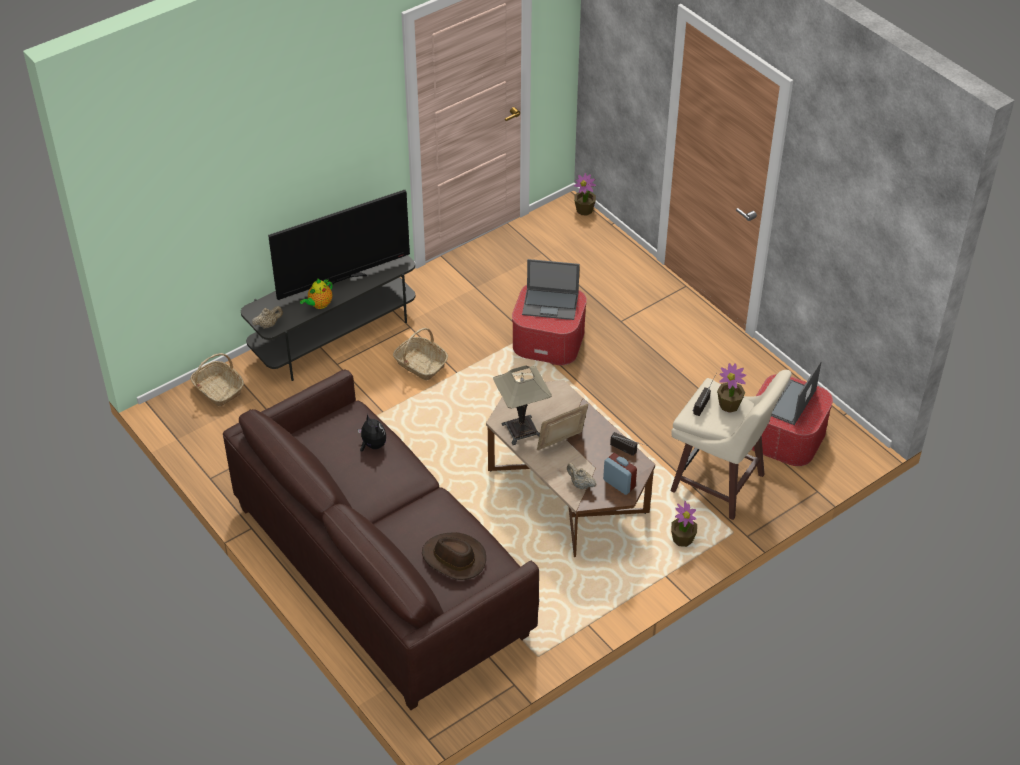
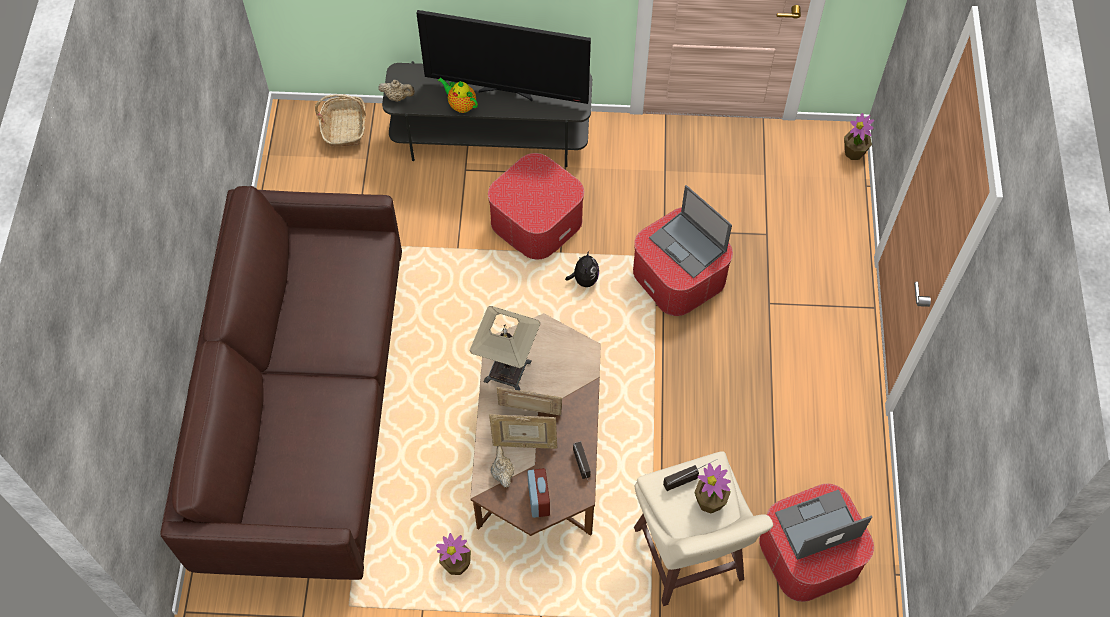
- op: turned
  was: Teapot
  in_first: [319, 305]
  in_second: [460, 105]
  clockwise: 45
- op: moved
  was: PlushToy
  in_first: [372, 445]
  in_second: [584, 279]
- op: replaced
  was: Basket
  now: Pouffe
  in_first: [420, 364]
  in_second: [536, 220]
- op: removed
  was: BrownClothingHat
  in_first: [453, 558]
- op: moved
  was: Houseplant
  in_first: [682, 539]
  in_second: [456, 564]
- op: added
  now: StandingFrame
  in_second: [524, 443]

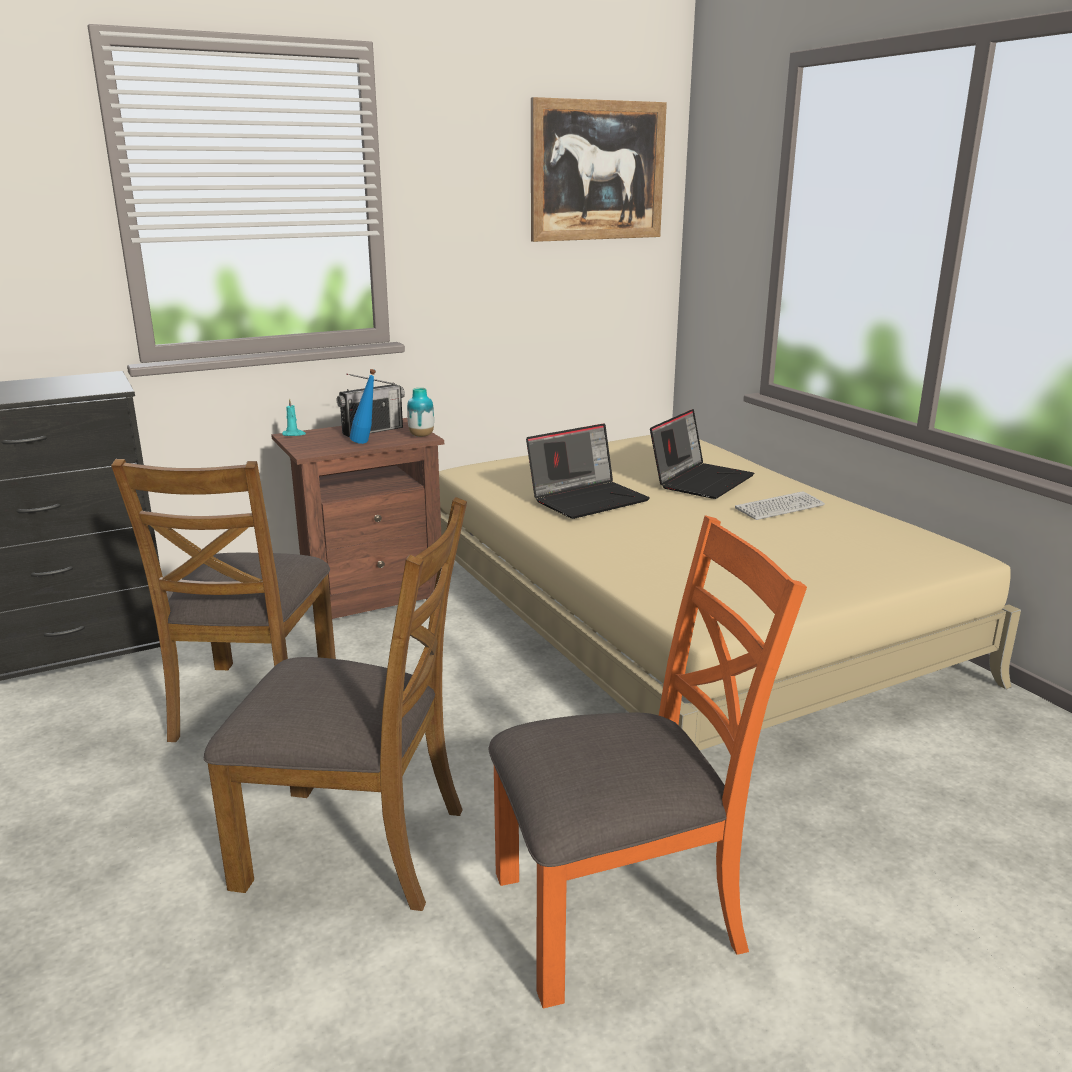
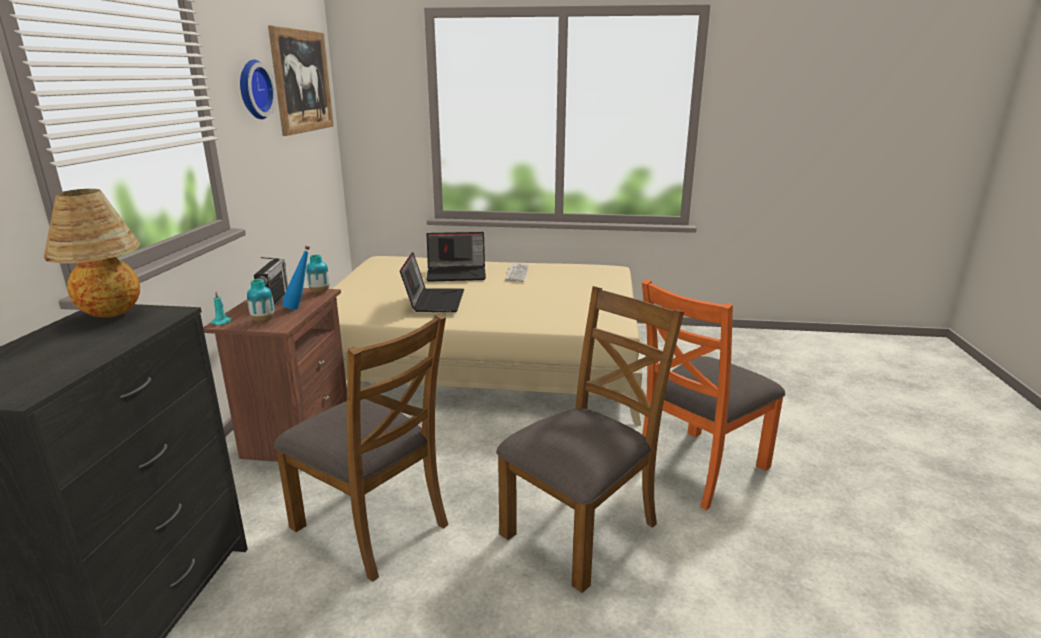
- op: turned
  was: OrangeyChair
  in_first: [620, 912]
  in_second: [699, 467]
  clockwise: -150
- op: turned
  was: NotebookComputer
  in_first: [701, 480]
  in_second: [457, 274]
  clockwise: 105
- op: added
  now: TabletopLamp
  in_second: [110, 316]
- op: added
  now: ClockOnTheWall
  in_second: [253, 89]
- op: added
  now: Vase
  in_second: [263, 321]

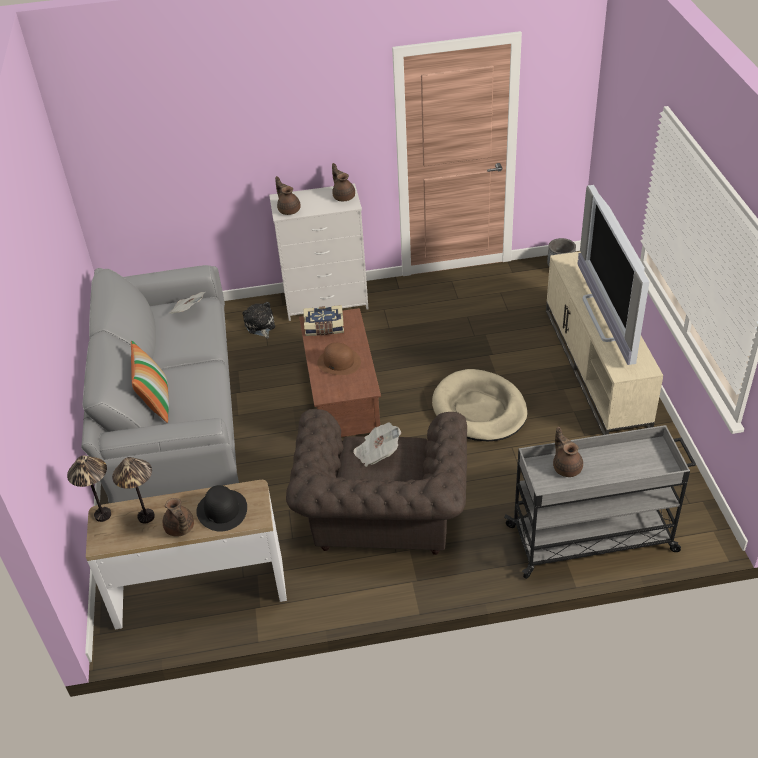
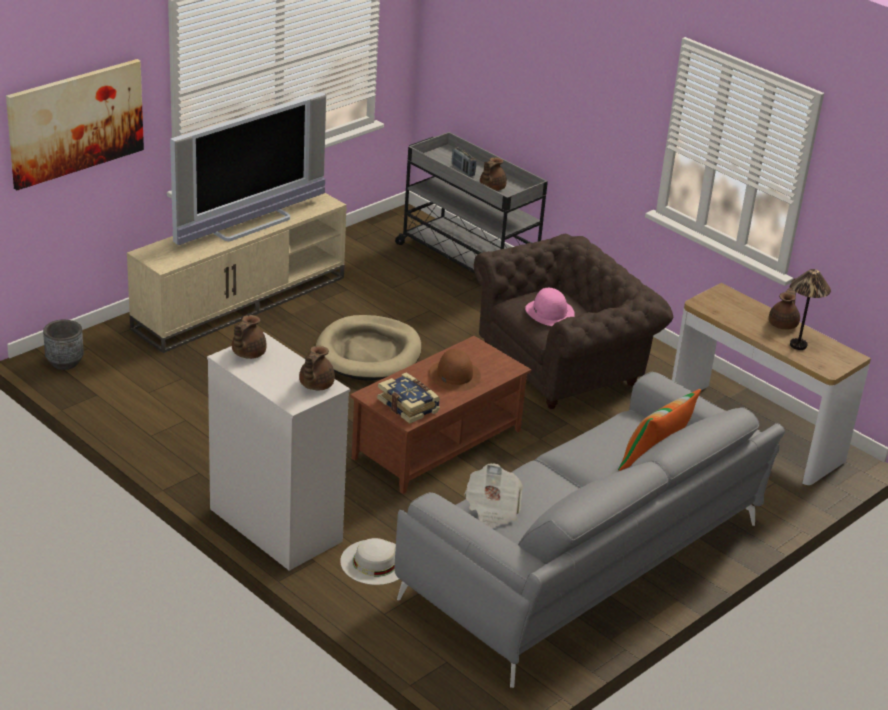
- op: removed
  was: TabletopLamp
  in_first: [103, 515]
- op: removed
  was: BlackishClothingHat
  in_first: [222, 510]
- op: replaced
  was: PlushToy
  now: WhitishClothingHat
  in_first: [260, 326]
  in_second: [375, 562]
- op: replaced
  was: DailyPaper
  now: PinkishClothingHat
  in_first: [377, 453]
  in_second: [549, 312]
- op: added
  now: Picture
  in_second: [76, 122]
- op: added
  now: RadioReceiver
  in_second: [463, 170]

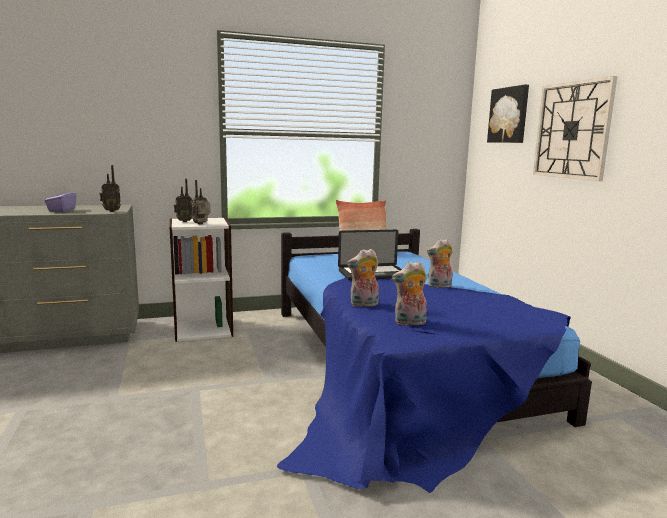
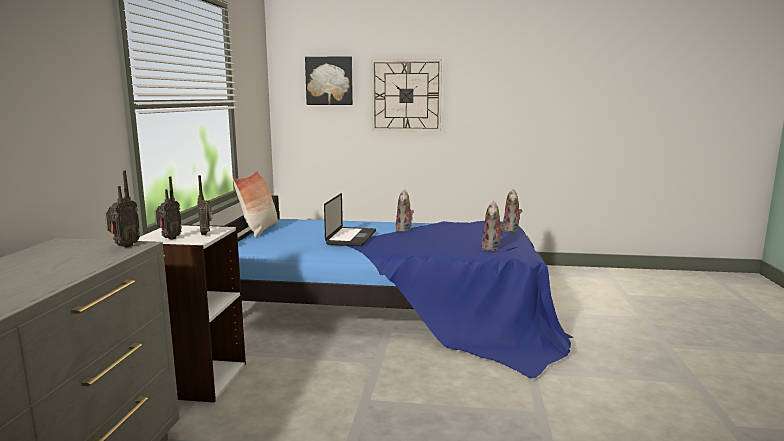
- op: removed
  was: PurplishTissueBox
  in_first: [61, 210]
- op: moved
  was: PlushToy
  in_first: [364, 305]
  in_second: [511, 230]

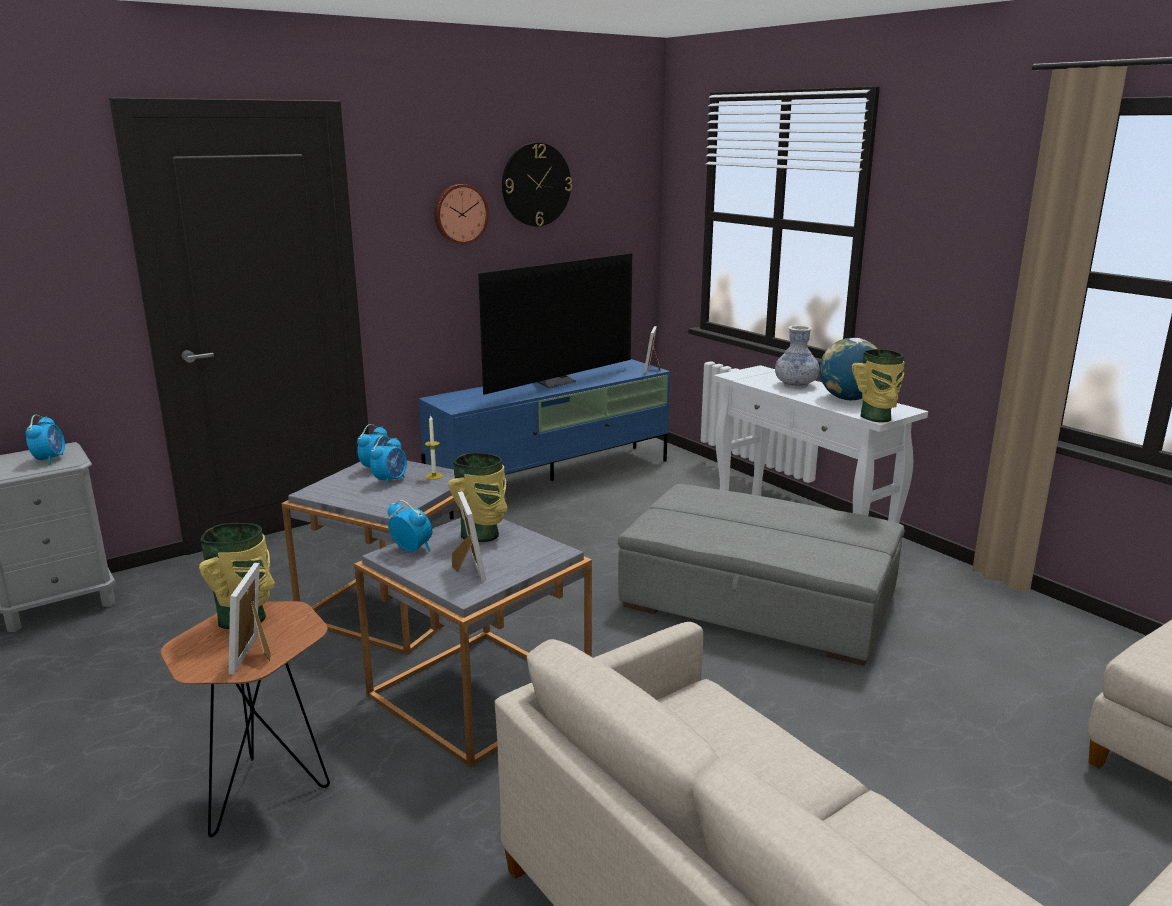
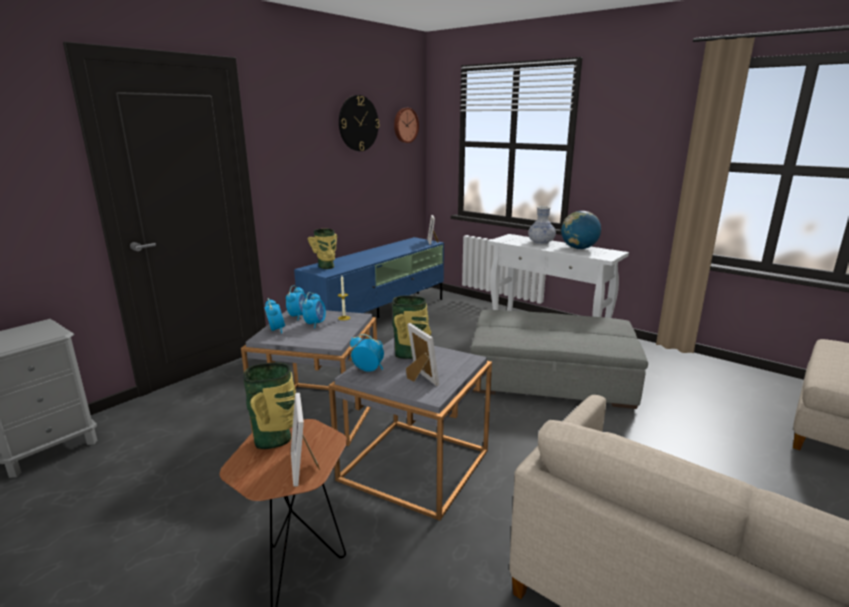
- op: moved
  was: TableClock
  in_first: [50, 459]
  in_second: [276, 330]
- op: moved
  was: ClockOnTheWall
  in_first: [460, 214]
  in_second: [405, 125]
- op: removed
  was: Tv
  in_first: [555, 382]
- op: moved
  was: Vase
  in_first: [877, 418]
  in_second: [326, 267]

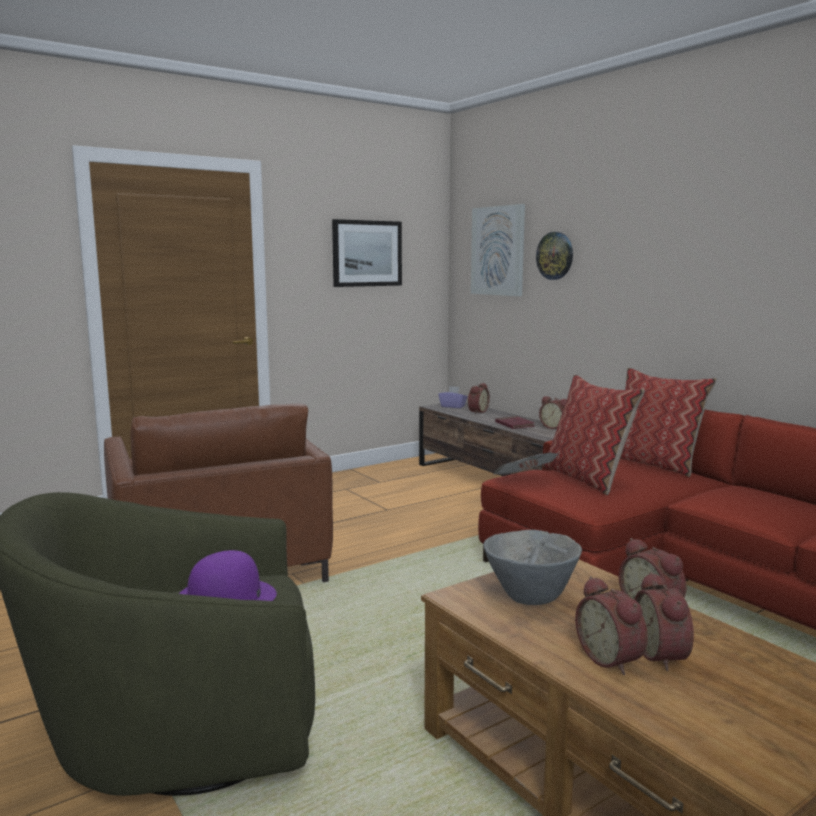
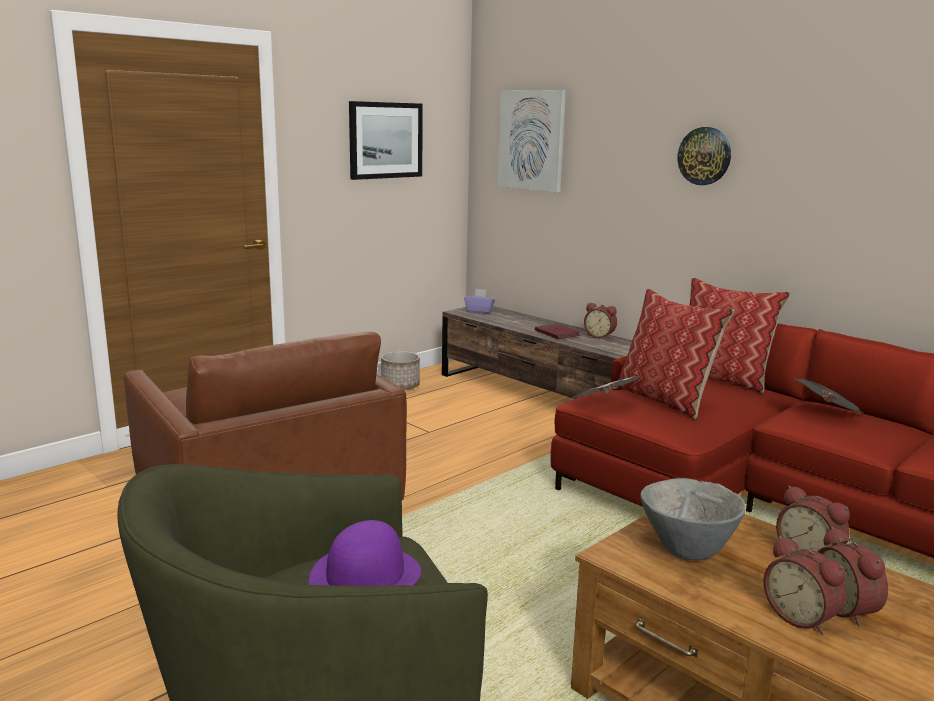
- op: removed
  was: TableClock
  in_first: [477, 412]
- op: moved
  was: ClockOnTheWall
  in_first: [555, 255]
  in_second: [704, 156]
- op: added
  now: FlowerPot
  in_second: [400, 386]
- op: added
  now: DailyPaper
  in_second: [828, 414]

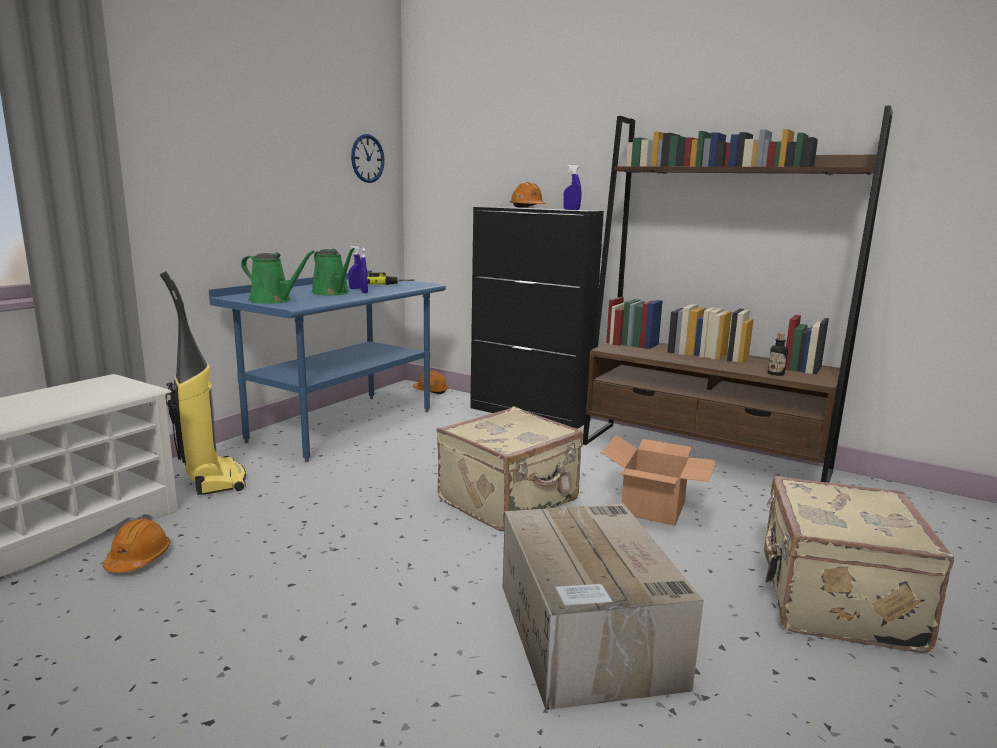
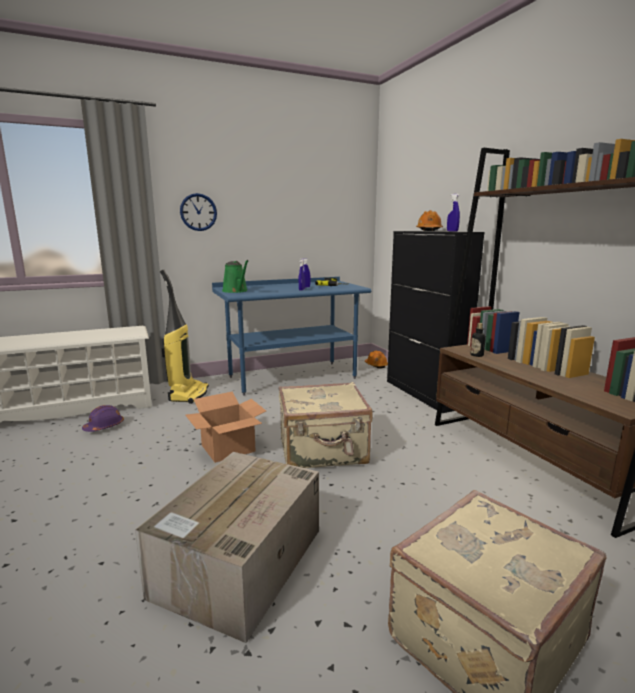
- op: recoloured
  was: OrangeySafetyHelmet
  now: PurplishSafetyHelmet
  in_first: [138, 559]
  in_second: [104, 427]
- op: removed
  was: GreenWateringPot
  in_first: [332, 293]
- op: moved
  was: ClockOnTheWall
  in_first: [367, 158]
  in_second: [198, 212]
- op: moved
  was: PackingBox
  in_first: [652, 507]
  in_second: [228, 448]
- op: moved
  was: BeverageBottle
  in_first: [775, 374]
  in_second: [476, 355]

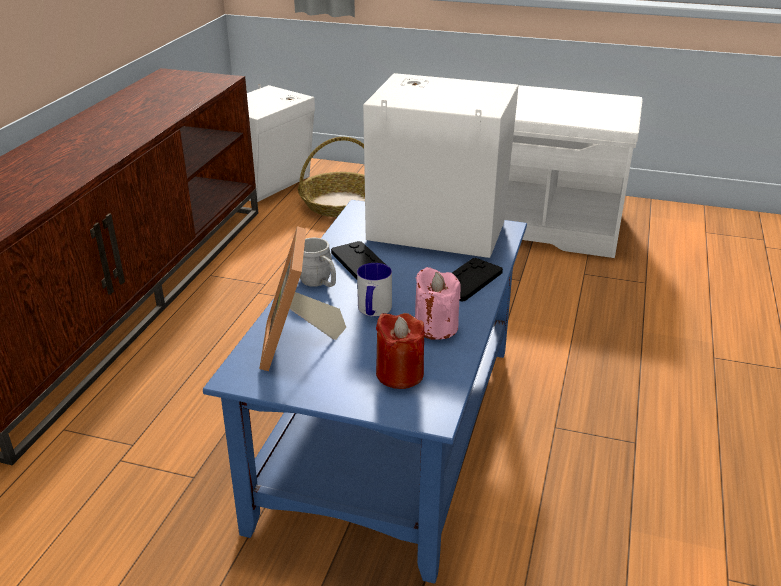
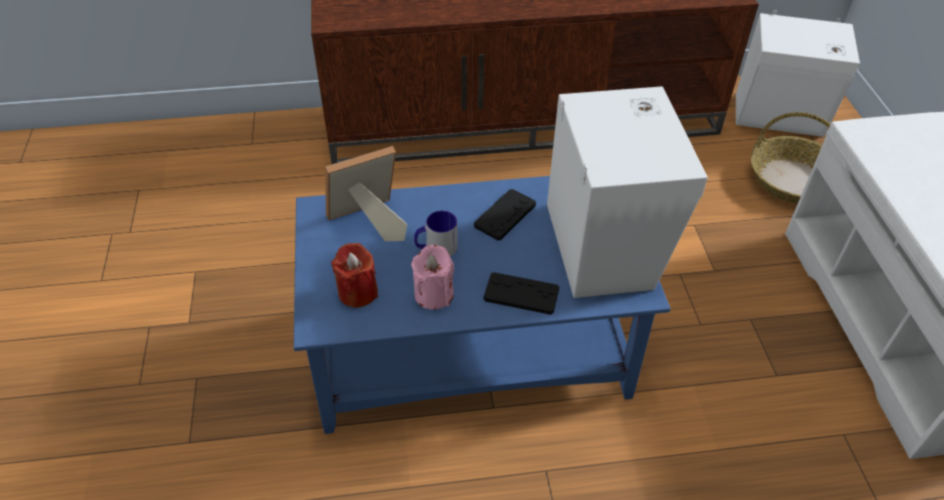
- op: removed
  was: GrayCoffeeMug
  in_first: [319, 283]

